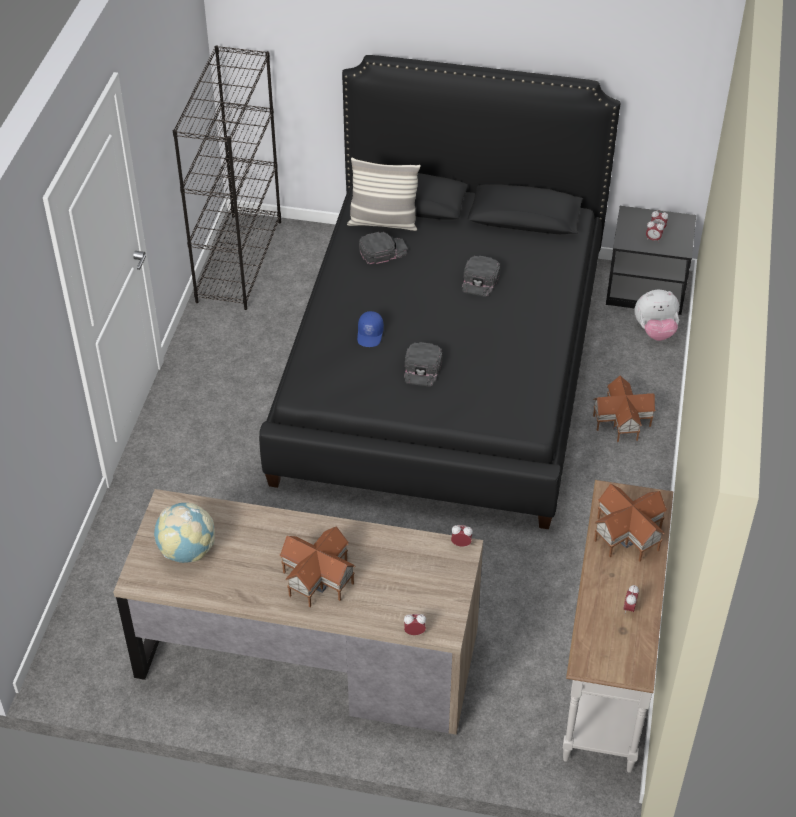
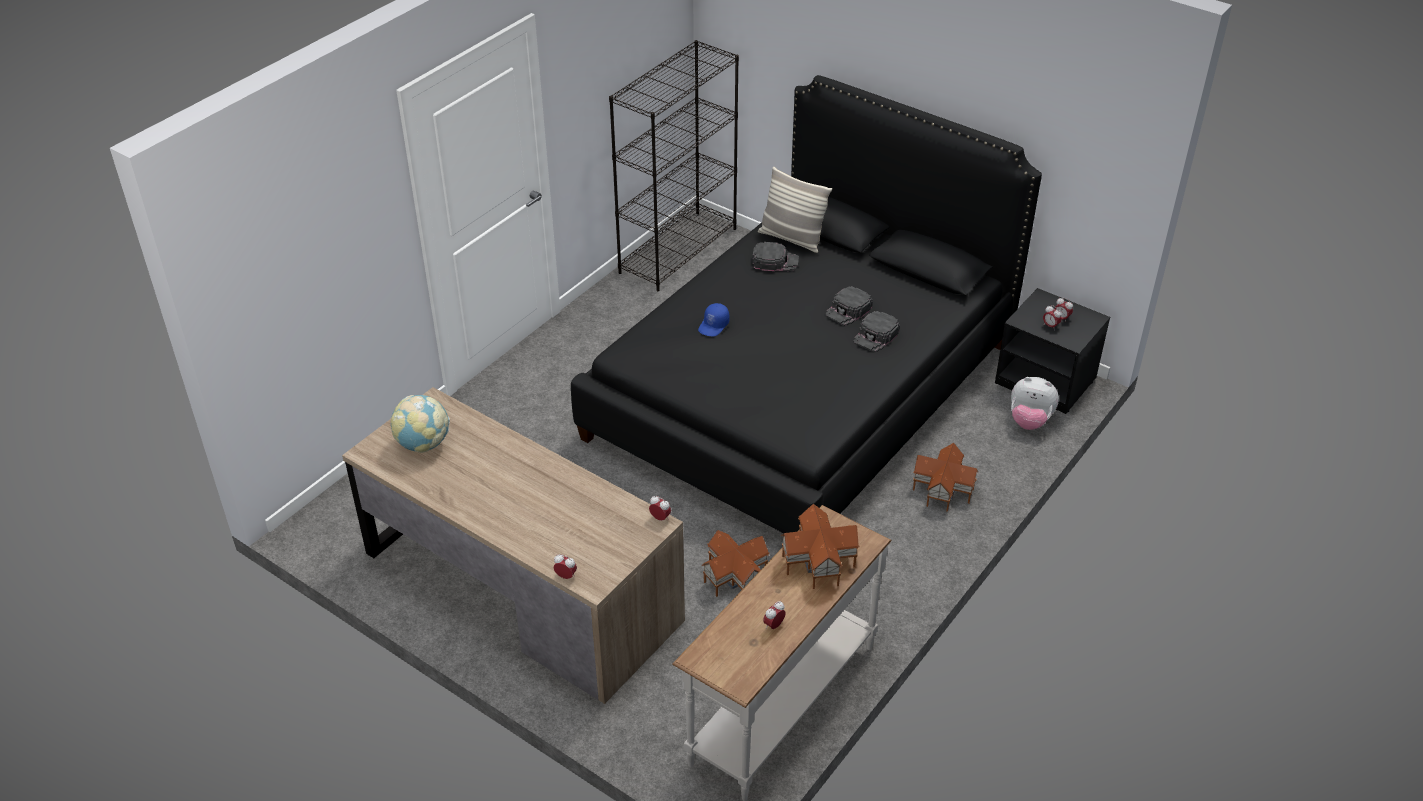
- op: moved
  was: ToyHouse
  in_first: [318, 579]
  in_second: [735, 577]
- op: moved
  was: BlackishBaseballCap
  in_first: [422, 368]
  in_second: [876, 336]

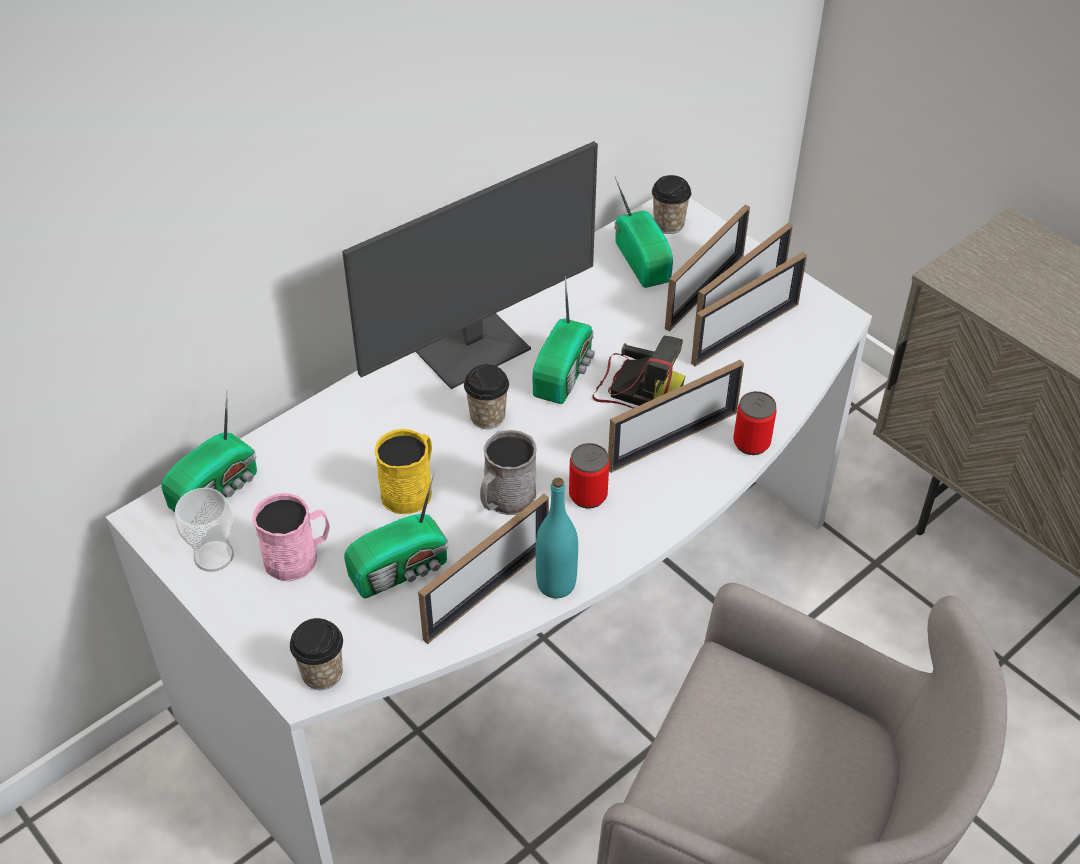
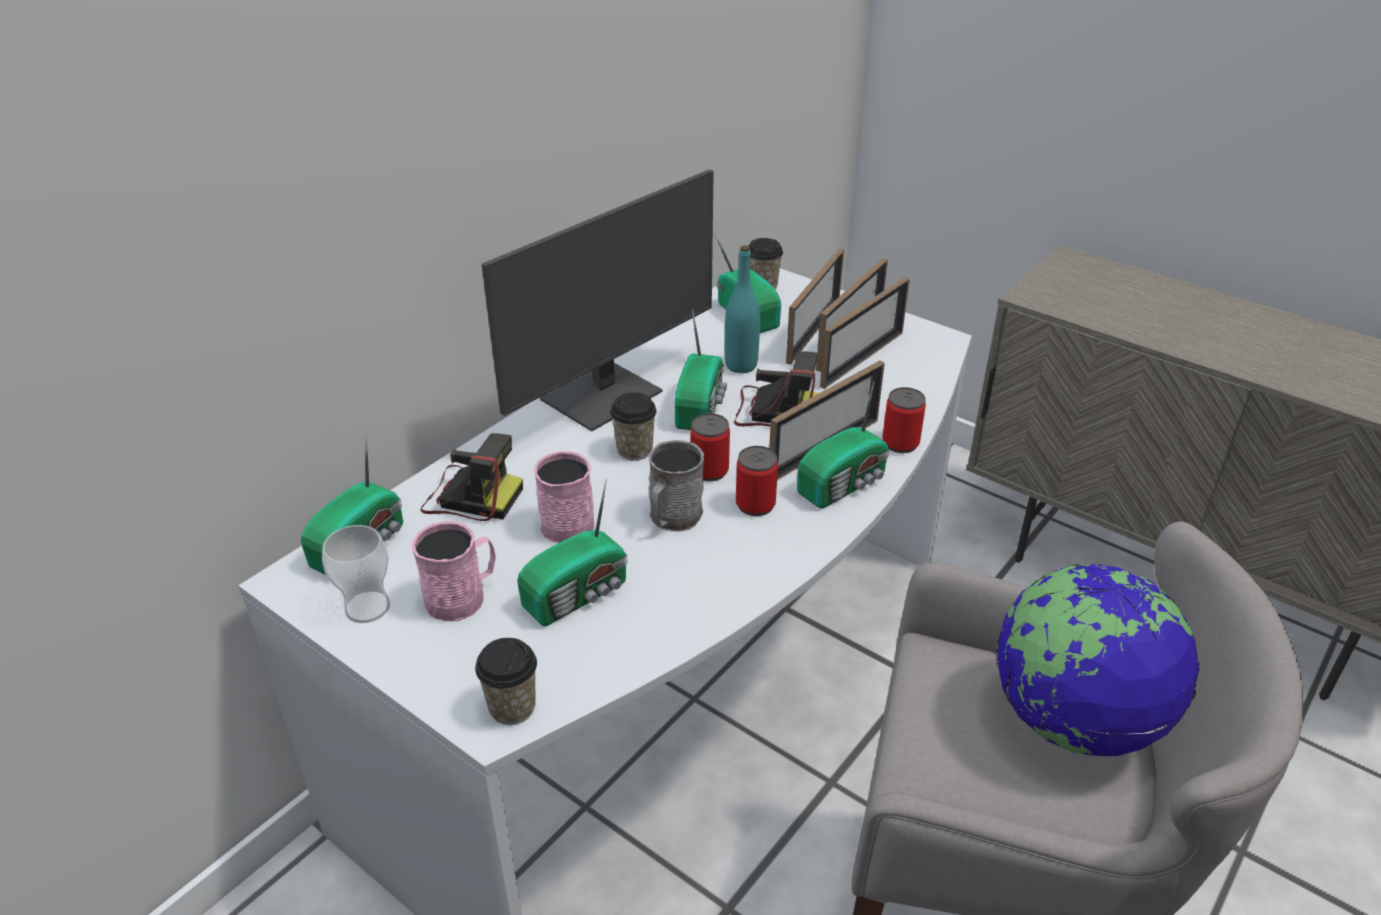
- op: recoloured
  was: YellowCoffeeMug
  now: PinkishCoffeeMug
  in_first: [411, 489]
  in_second: [571, 520]
- op: removed
  was: StandingFrame
  in_first: [487, 591]
- op: moved
  was: TurquoiseBeverageBottle
  in_first: [556, 584]
  in_second: [741, 365]
- op: added
  now: StillCamera
  in_second: [470, 496]
- op: added
  now: SealedCan
  in_second: [709, 470]
- op: added
  now: RadioReceiver
  in_second: [845, 484]
- op: added
  now: Globe
  in_second: [1073, 720]

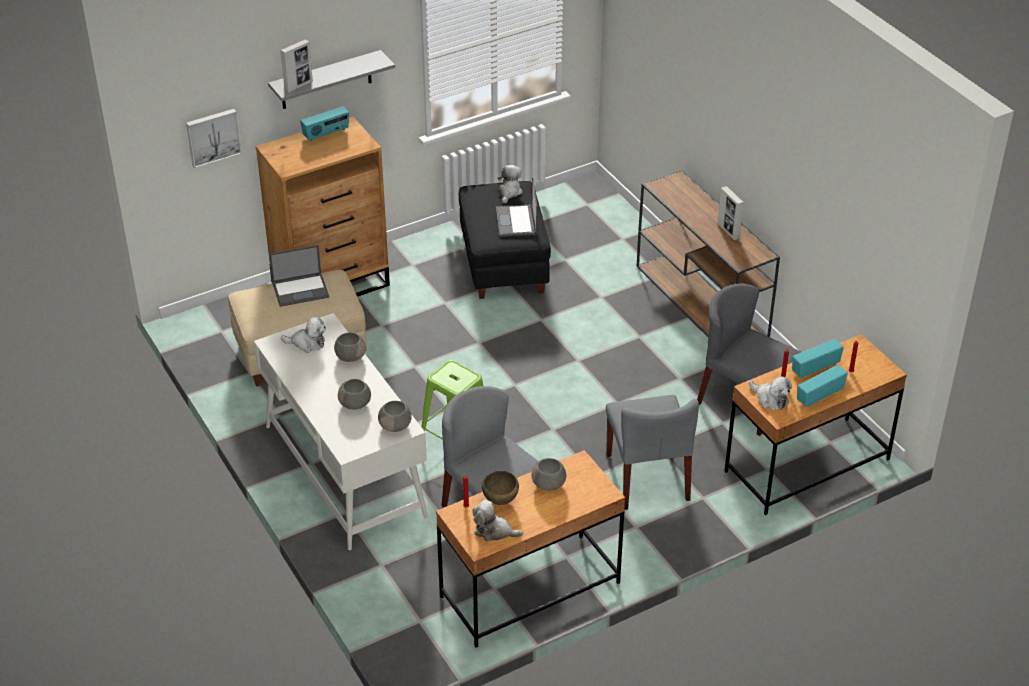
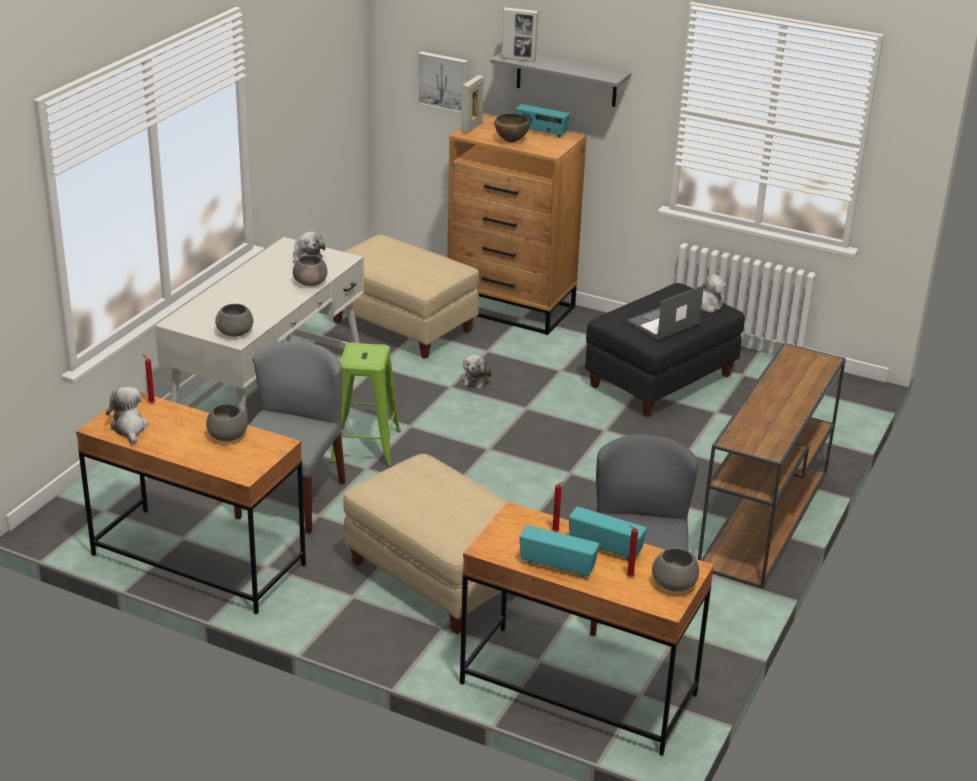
- op: removed
  was: NotebookComputer
  in_first: [301, 290]
- op: moved
  was: GrayBowl
  in_first: [355, 404]
  in_second: [674, 585]
- op: moved
  was: BrownBowl
  in_first: [500, 501]
  in_second: [511, 141]
- op: replaced
  was: GrayChair
  now: SandColouredPouffe
  in_first: [647, 477]
  in_second: [437, 578]
- op: moved
  was: StandingFrame
  in_first: [728, 231]
  in_second: [471, 128]
- op: moved
  was: PlushToy
  in_first: [770, 399]
  in_second: [475, 379]

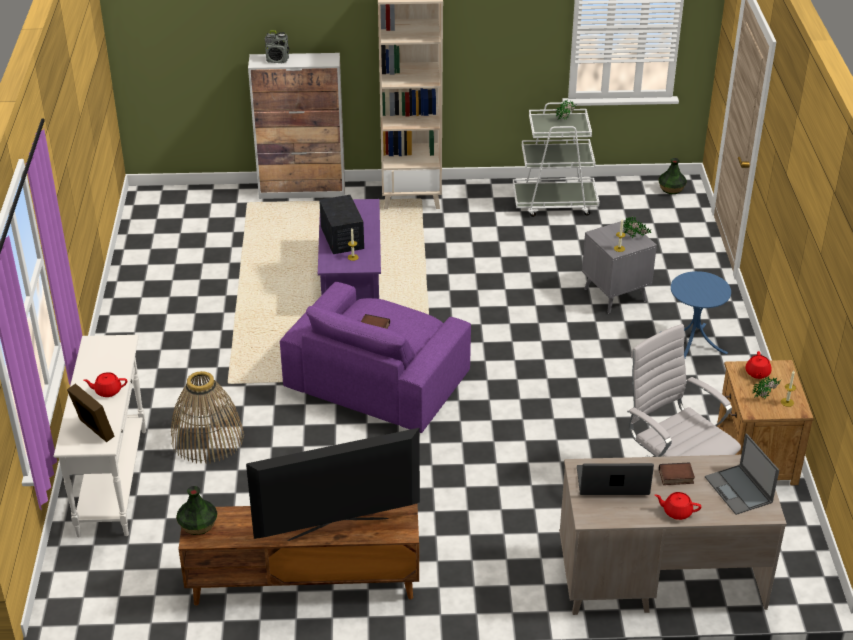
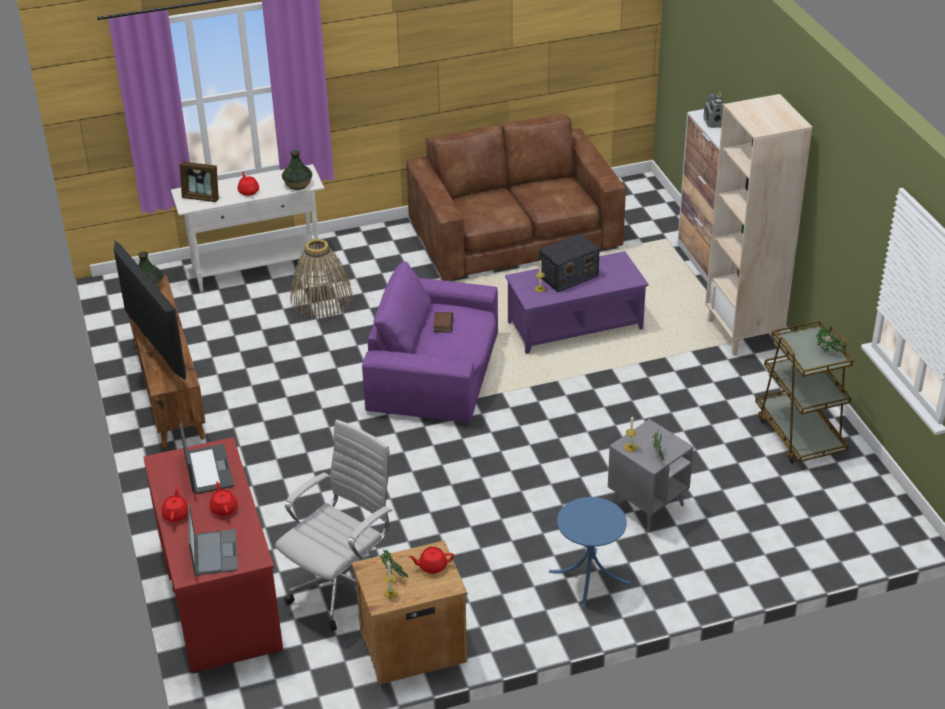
- op: turned
  was: StandingFrame
  in_first: [94, 430]
  in_second: [201, 197]
  clockwise: 75
- op: recoloured
  was: WhitishTrolley
  now: BrownTrolley
  in_first: [555, 203]
  in_second: [799, 434]
- op: recoloured
  was: SandColouredDesk
  now: RedColouredDesk
  in_first: [659, 578]
  in_second: [218, 593]
- op: moved
  was: Vase
  in_first: [671, 189]
  in_second: [297, 184]
- op: replaced
  was: BoundBook
  now: RedColouredTeapot
  in_first: [675, 477]
  in_second: [224, 508]
- op: turned
  was: NotebookComputer
  in_first: [739, 490]
  in_second: [214, 552]
  clockwise: 120
- op: added
  now: BrownSofa
  in_second: [514, 234]

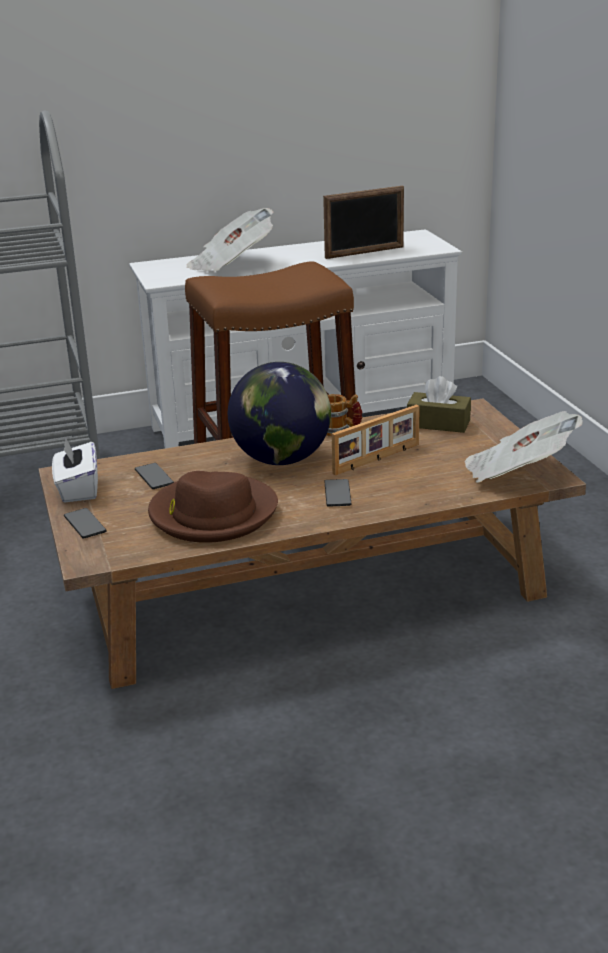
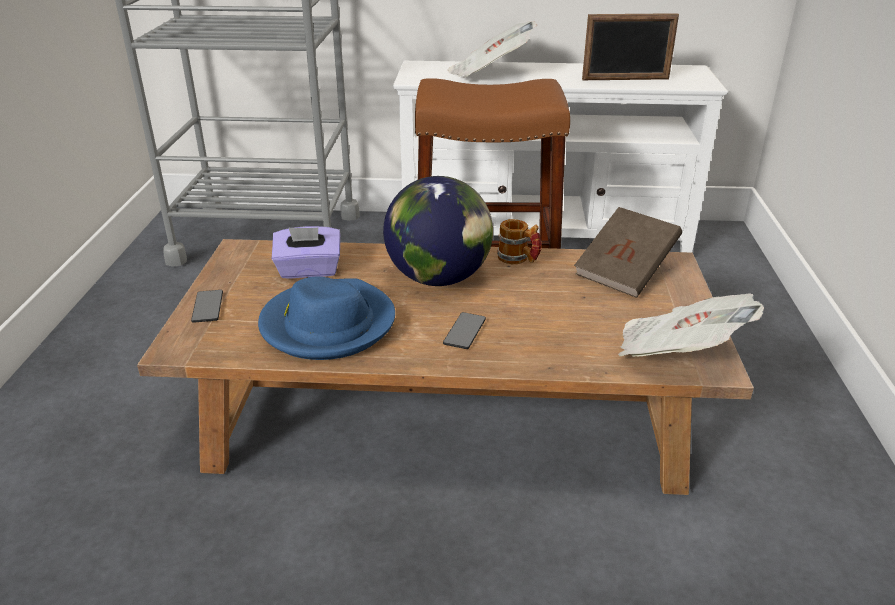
- op: removed
  was: WhitishTissueBox
  in_first: [78, 489]
- op: replaced
  was: Phone
  now: PurplishTissueBox
  in_first: [154, 477]
  in_second: [309, 270]
- op: recoloured
  was: BrownClothingHat
  now: BlueClothingHat
  in_first: [212, 513]
  in_second: [328, 324]
- op: removed
  was: StandingFrame
  in_first: [377, 459]
- op: replaced
  was: BrownTissueBox
  now: BrownBoundBook
  in_first: [438, 423]
  in_second: [625, 272]

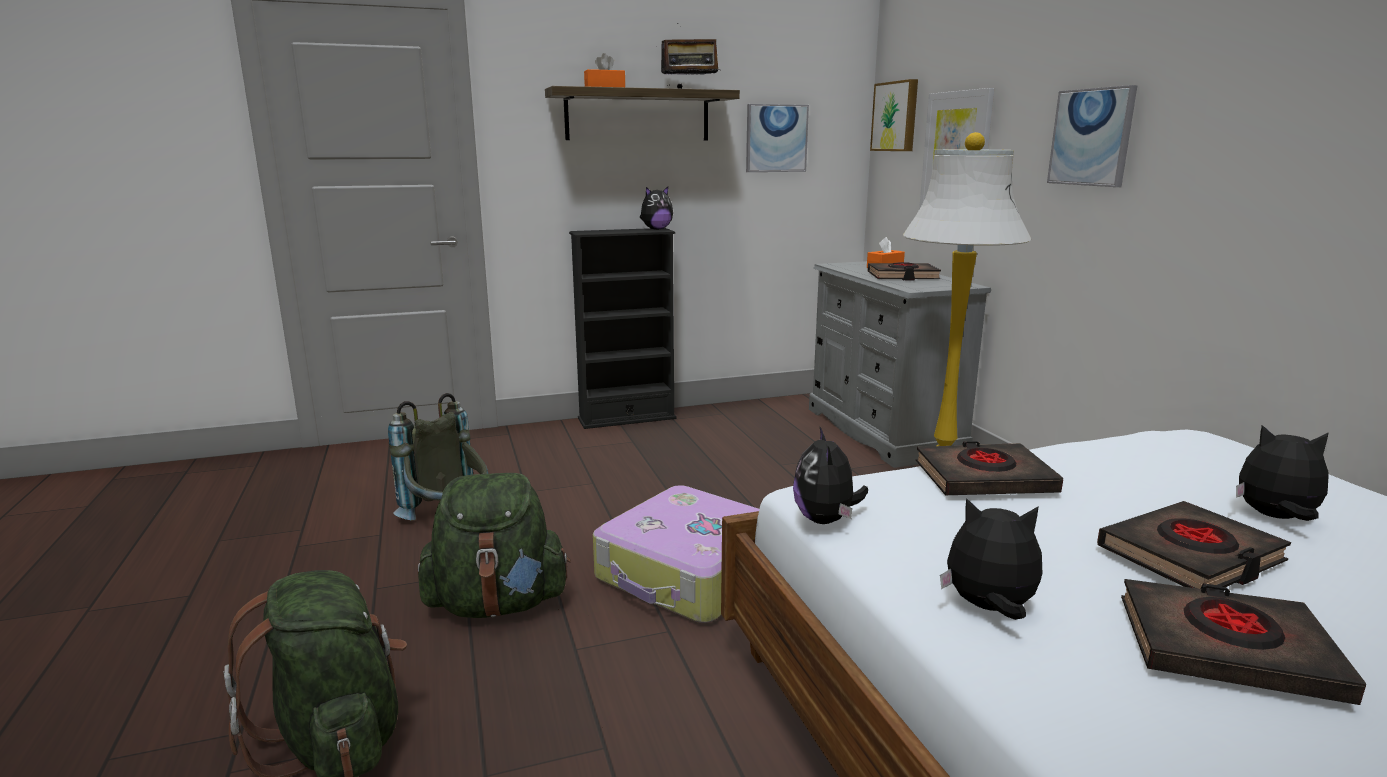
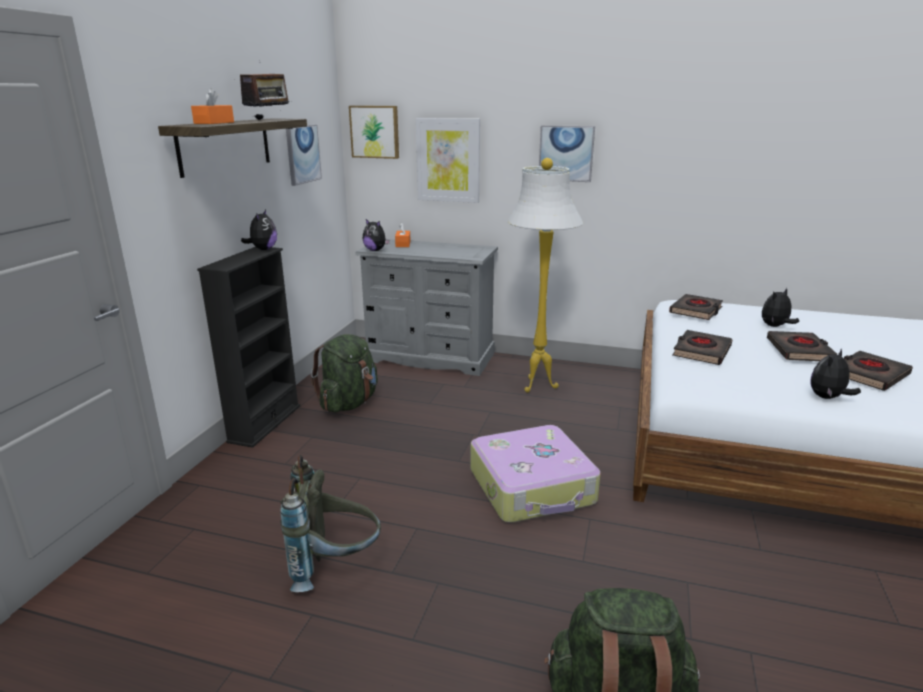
- op: moved
  was: GreenRucksack
  in_first: [498, 604]
  in_second: [349, 403]
- op: moved
  was: PlushToy
  in_first: [826, 520]
  in_second: [375, 250]
- op: moved
  was: BlackishBoundBook
  in_first: [902, 276]
  in_second: [696, 311]

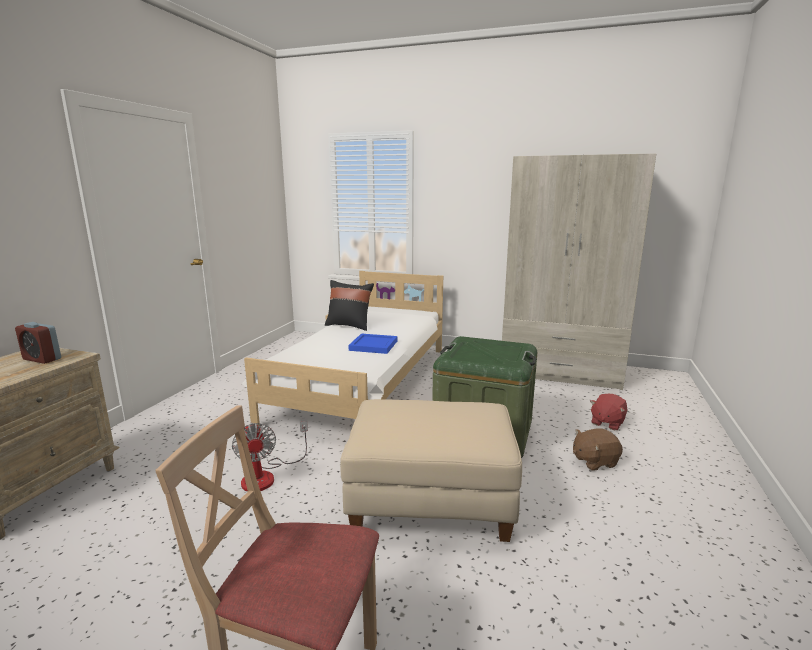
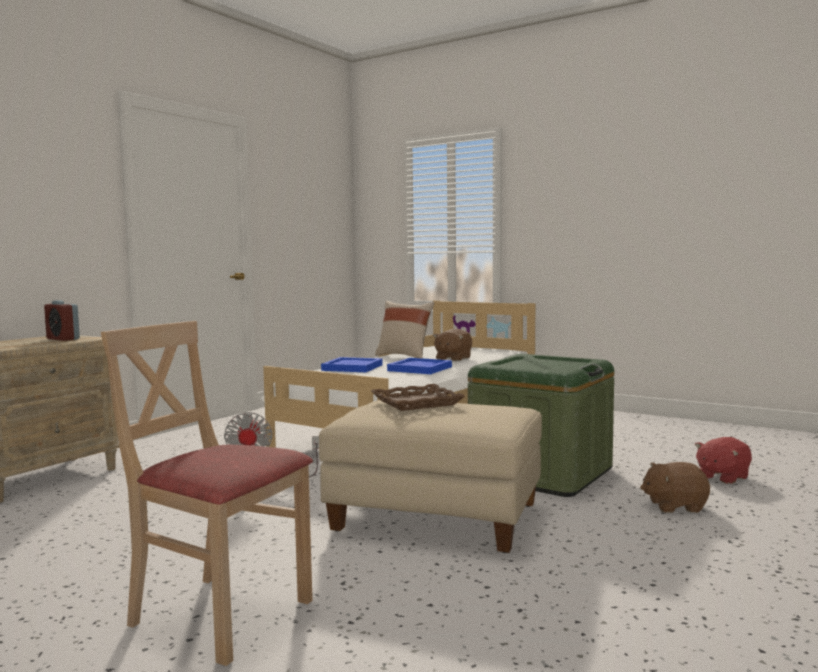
- op: recoloured
  was: BlackishThrowPillow
  now: SandColouredThrowPillow
  in_first: [349, 326]
  in_second: [404, 356]
- op: removed
  was: SandColouredClothesCupboard
  in_first: [560, 371]
- op: added
  now: BlueTray
  in_second: [353, 367]
- op: added
  now: BrownTray
  in_second: [417, 403]
- op: added
  now: BrownPlushToy
  in_second: [453, 358]

